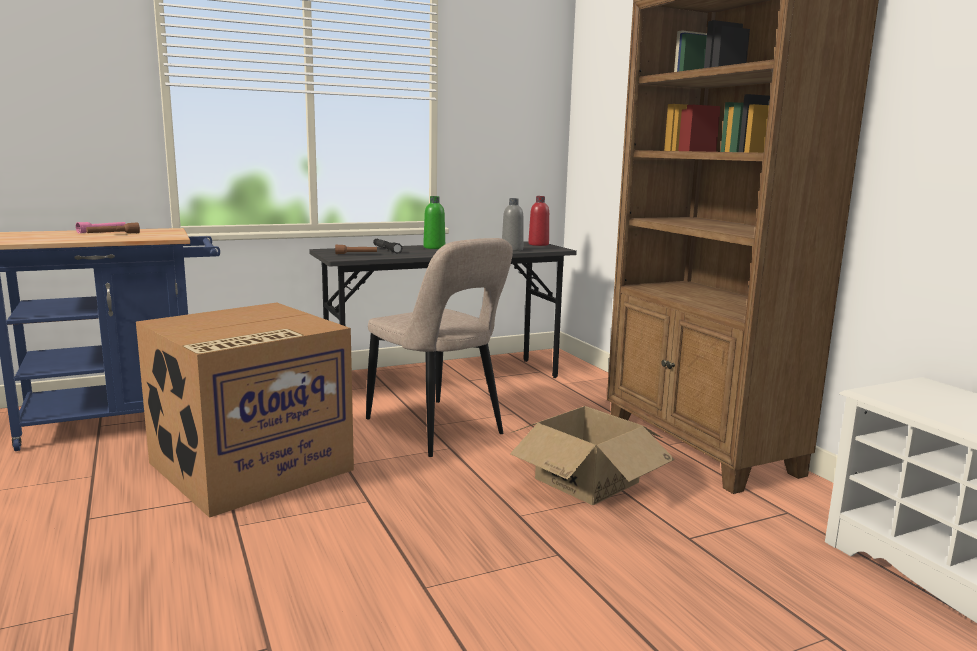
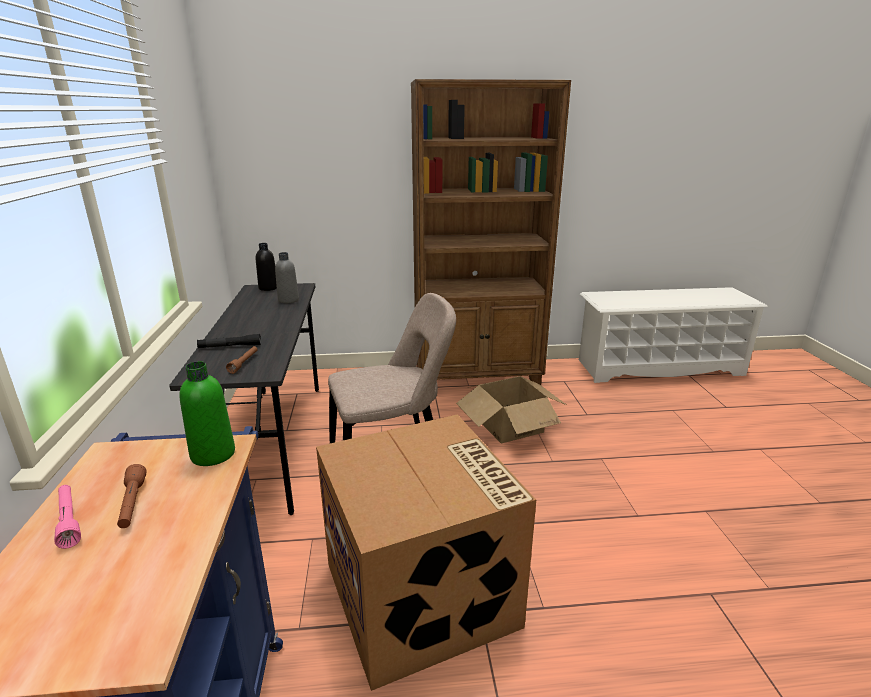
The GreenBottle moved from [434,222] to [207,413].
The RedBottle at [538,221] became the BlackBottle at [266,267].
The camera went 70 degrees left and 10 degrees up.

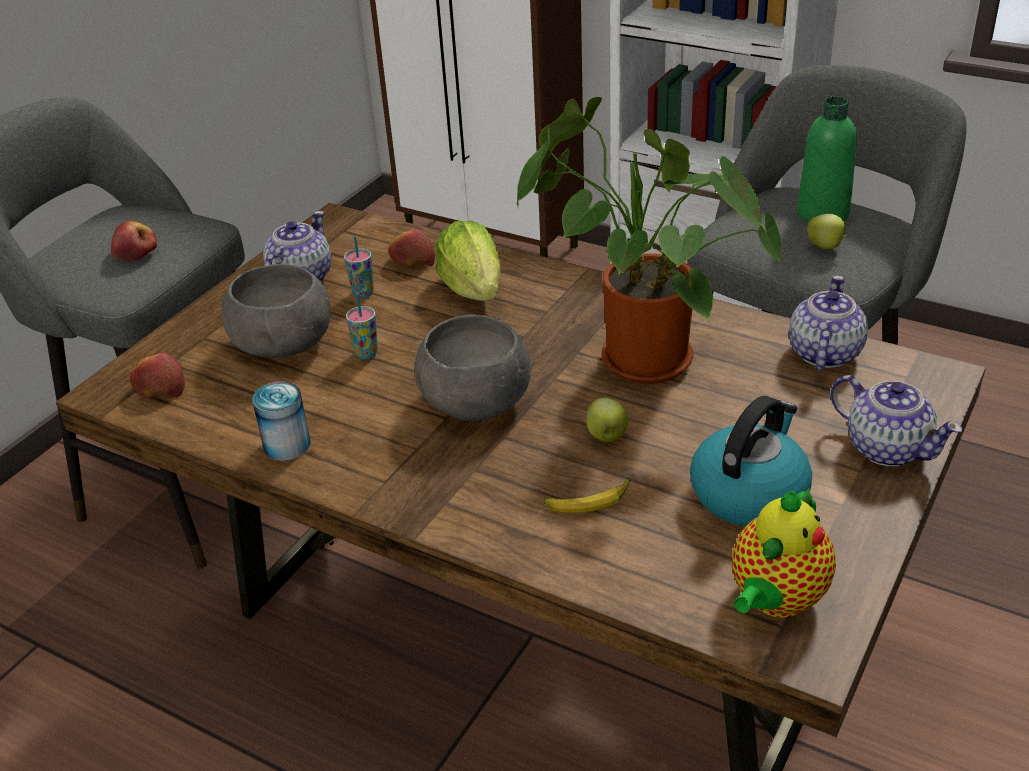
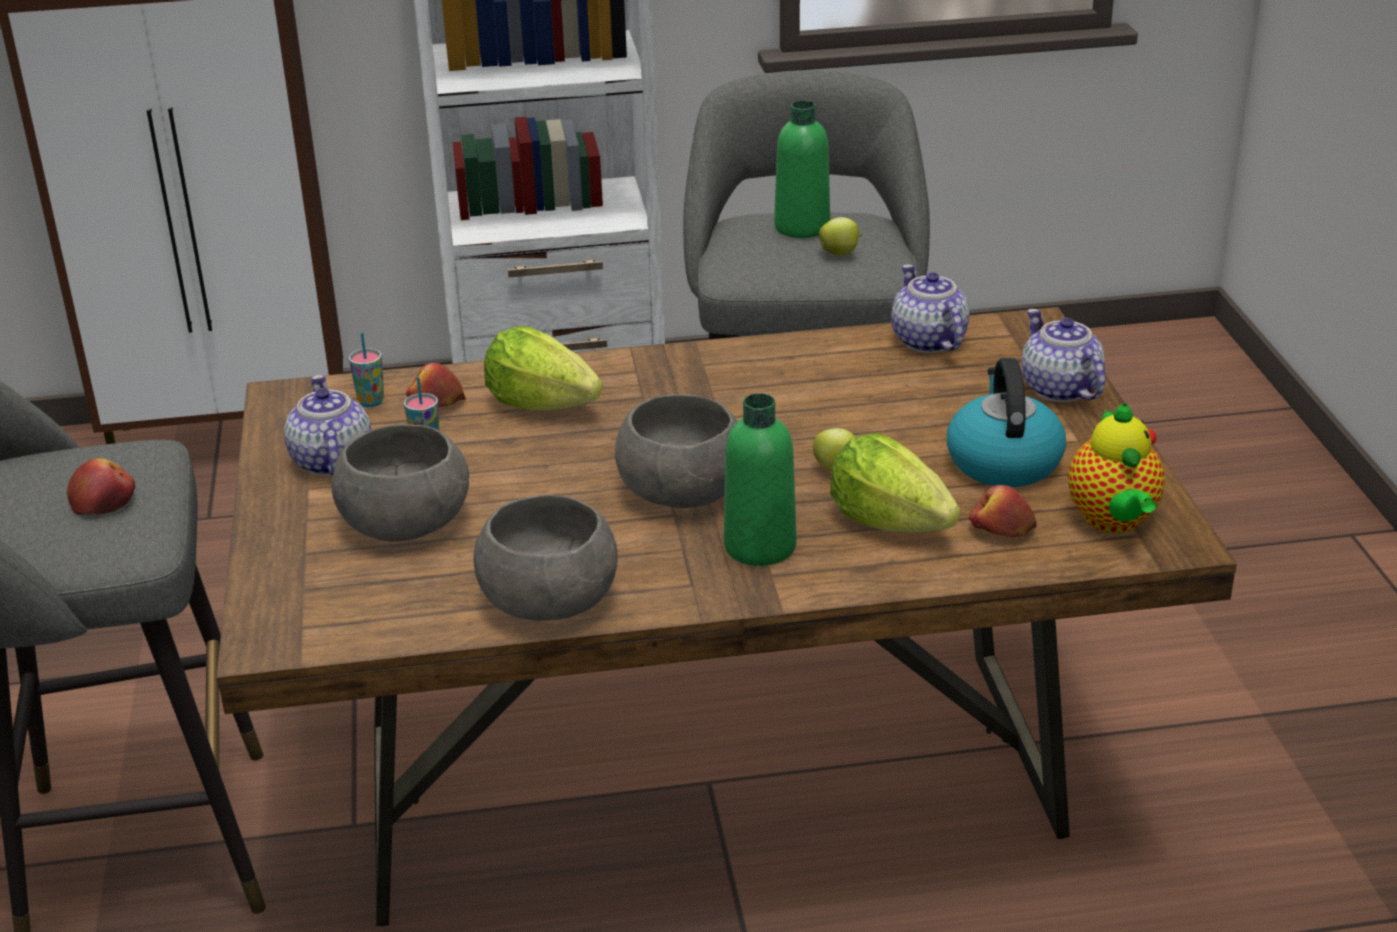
The Cup moved from [362,326] to [366,369].
The Can at [281,421] was replaced by the GreyBowl at [545,557].
The GreenBottle at [760,479] appeared.
The Banana at [587,495] was replaced by the Lettuce at [895,483].
The Apple moved from [157,375] to [1003,511].
The Teapot at [897,420] turned 120 degrees counterclockwise.
The PottedPlant at [649,240] disappeared.
The camera went 40 degrees left and 5 degrees down.

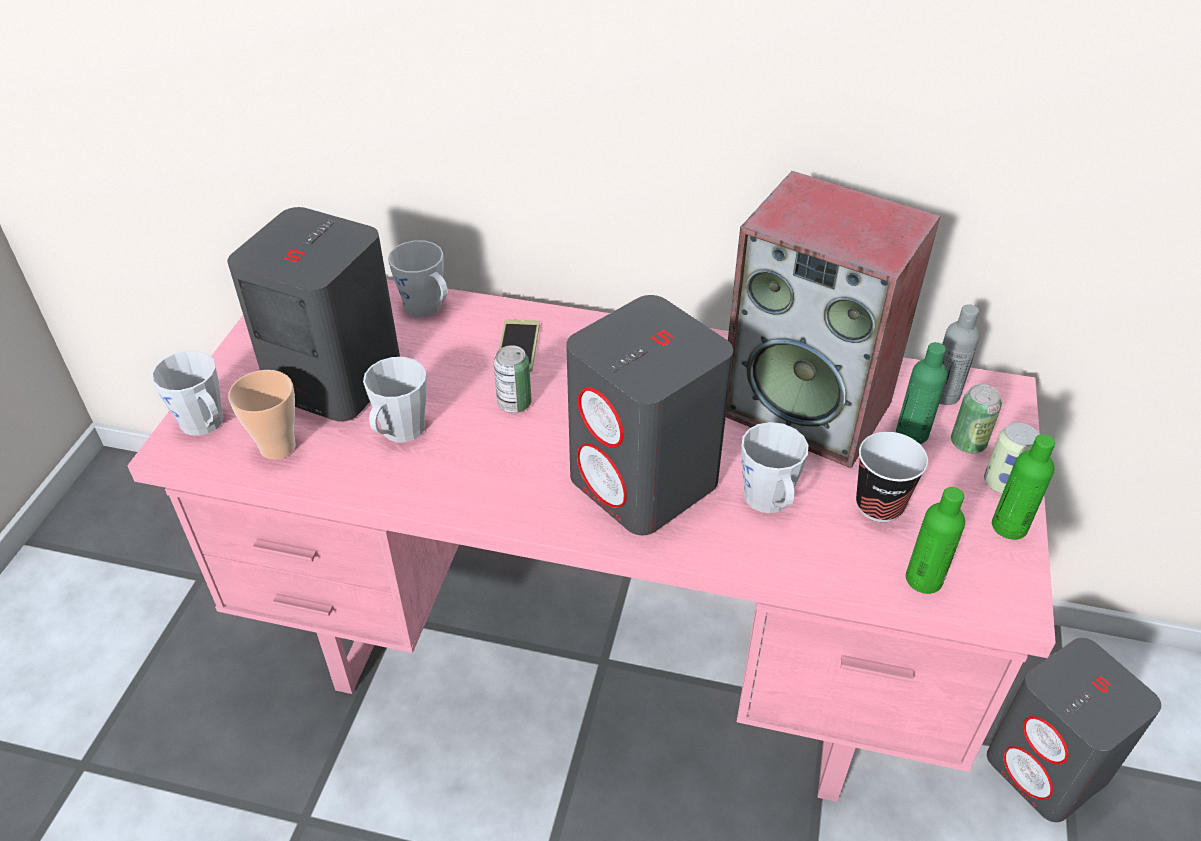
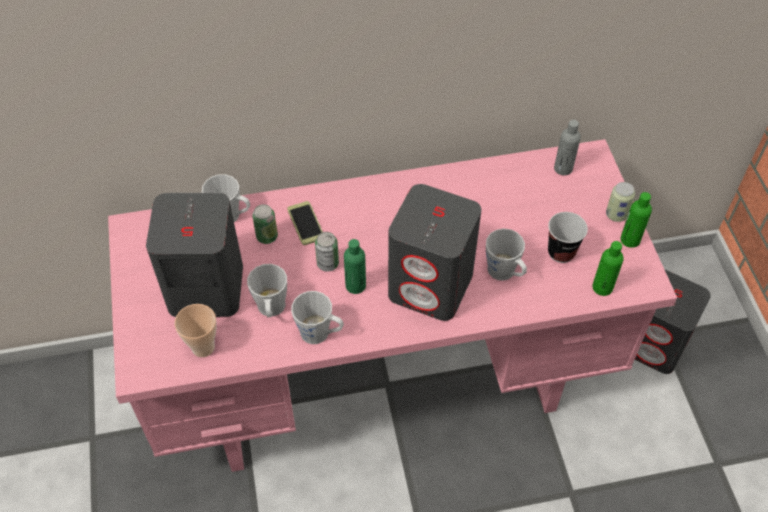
The Can moved from [976,418] to [265,224].
The GreyMug moved from [187,393] to [317,317].
The GreenBottle moved from [921,393] to [355,266].
The Speaker at [833,319] disappeared.
The camera went 25 degrees left and 10 degrees up.

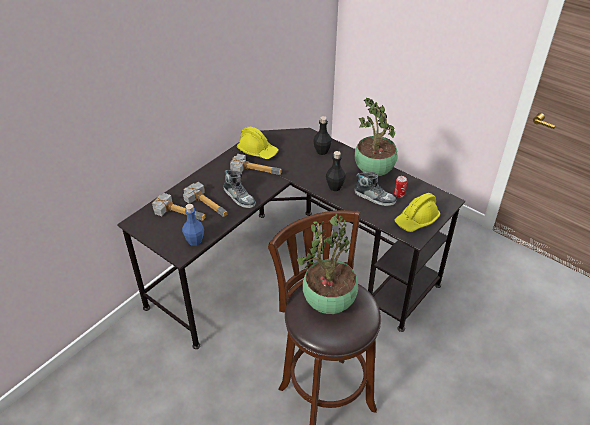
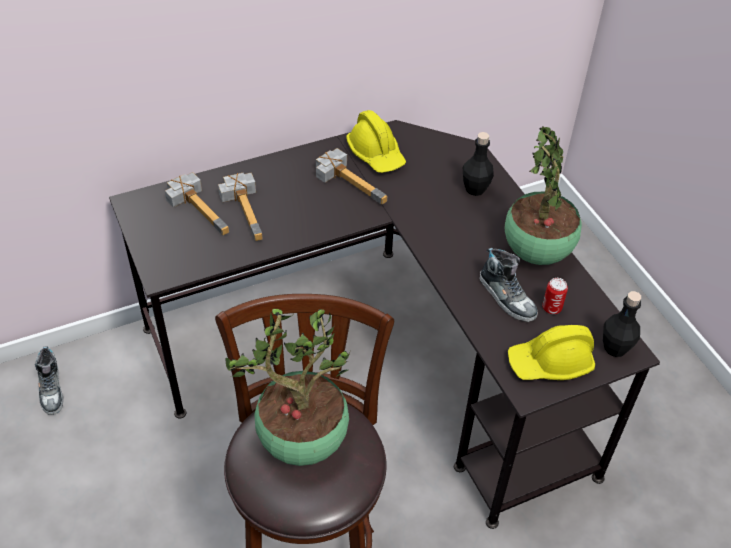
The Shoe moved from [239,189] to [49,380].
The BlackBottle moved from [336,171] to [622,324].
The BlueBottle at [193,225] disappeared.
The camera went 25 degrees right and 5 degrees up.

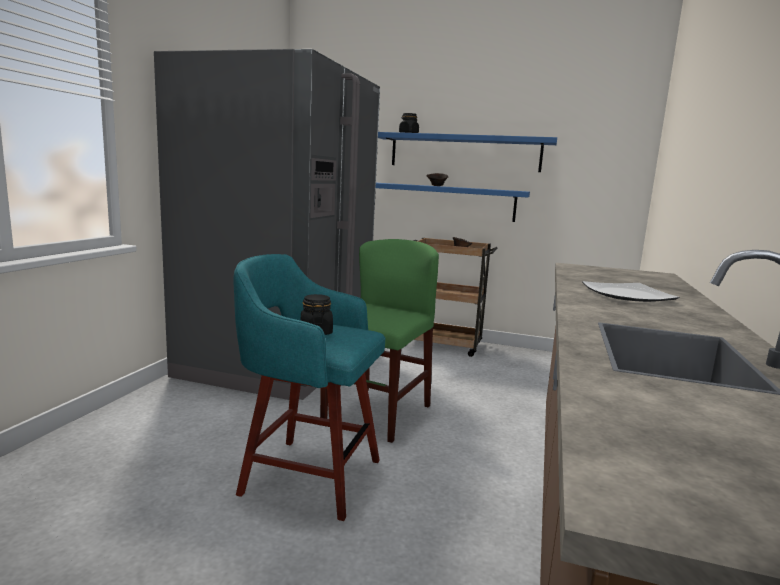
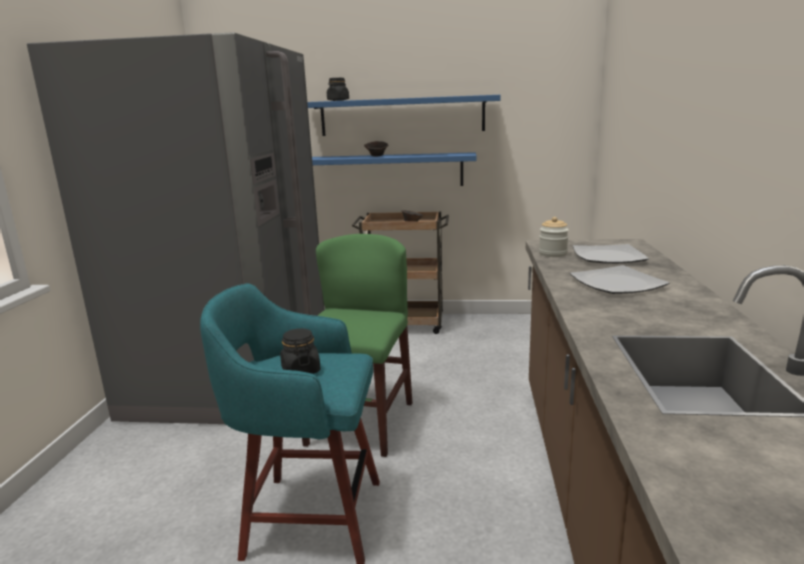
The Jar at [554,237] appeared.
The Plate at [611,254] appeared.
The camera went 10 degrees left and 5 degrees up.

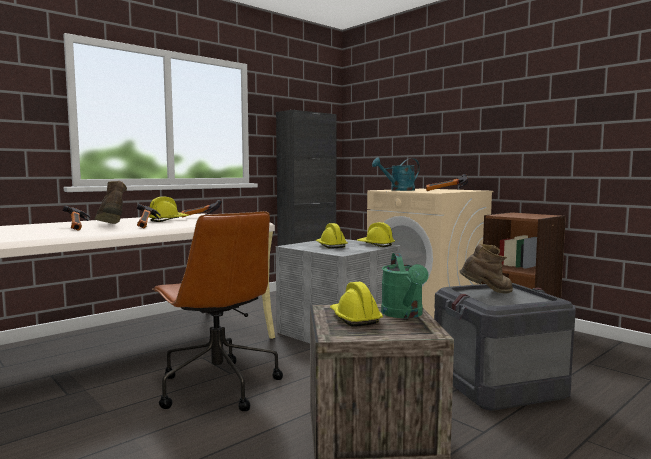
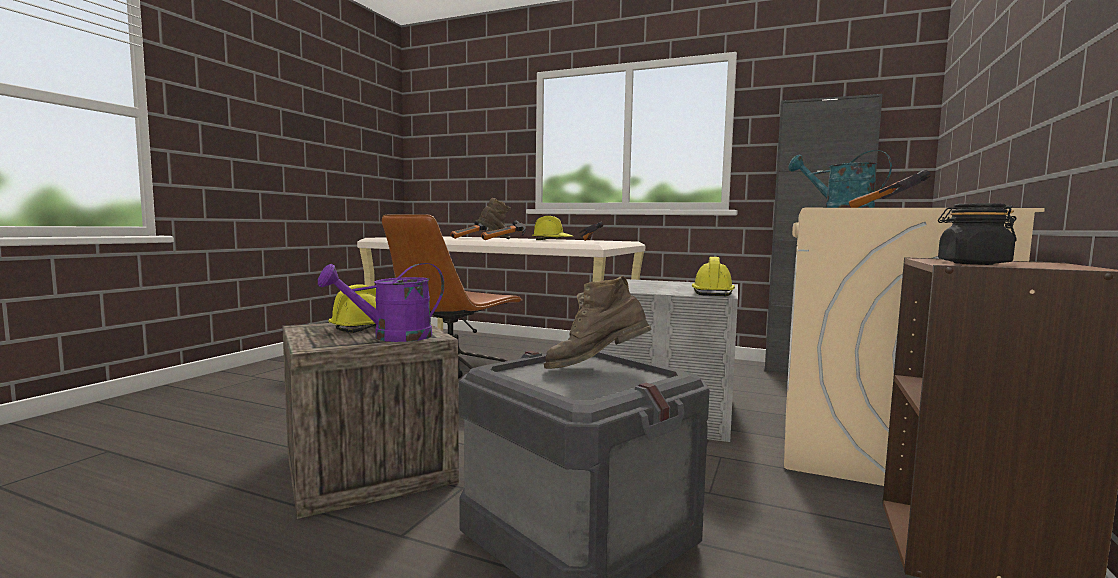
The GreenWateringCan at [405,285] became the PurpleWateringCan at [381,302].
The BrownBoot at [486,269] turned 120 degrees clockwise.
The BlackJar at [977,234] appeared.
The YellowHardHat at [332,236] disappeared.
The camera went 65 degrees right and 0 degrees up.

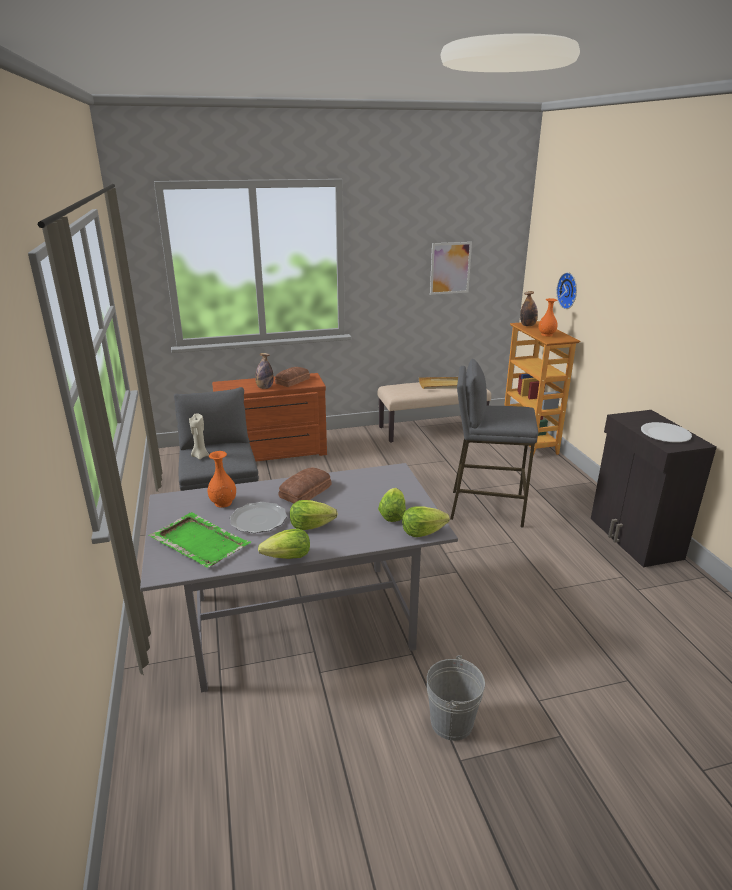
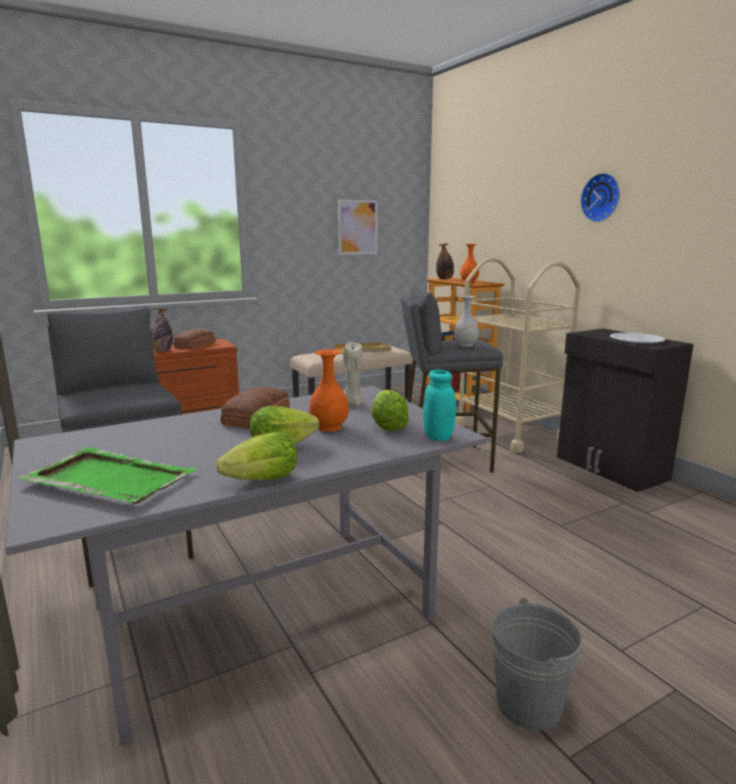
The OrangeVase moved from [222,479] to [329,390].
The BeigeCandle moved from [199,436] to [353,374].
The Lettuce at [426,521] was replaced by the TurquoiseJar at [439,405].
The WhiteVase at [466,321] appeared.
The BeigeCart at [517,355] appeared.
The WallClock moved from [567,290] to [600,197].
The Plate at [258,517] disappeared.
The camera went 15 degrees left and 10 degrees down.

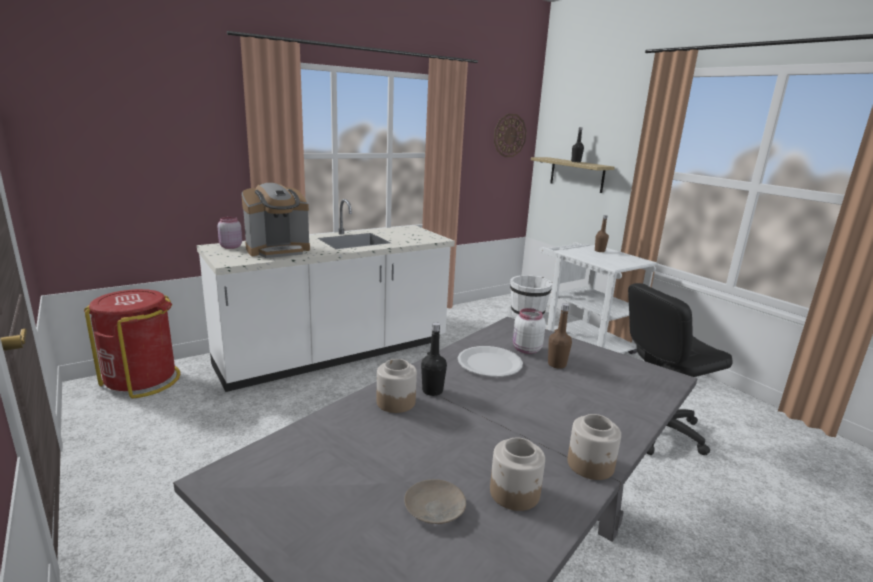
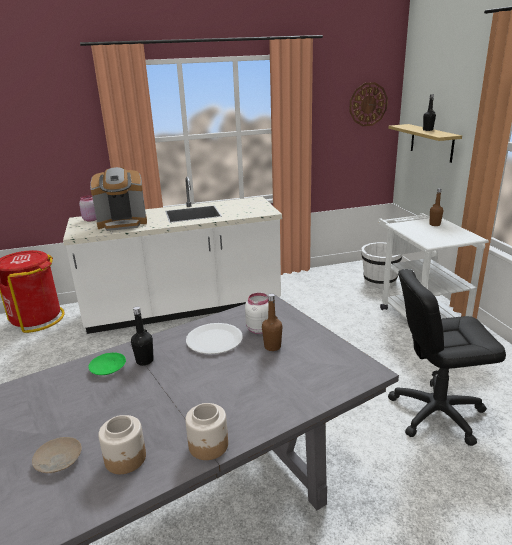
The Jar at [397,386] was replaced by the GreenPlate at [107,364].
The camera went 20 degrees right and 5 degrees up.

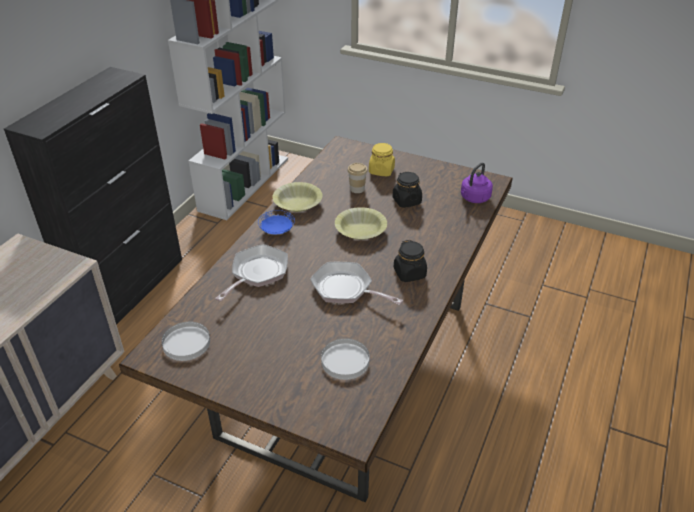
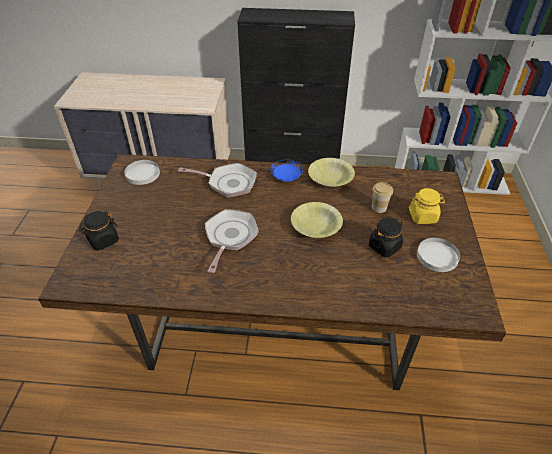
The BlackJar moved from [410,261] to [99,231].
The WhitePlate moved from [345,359] to [438,255].
The PurpleKettle at [477,182] disappeared.
The camera went 70 degrees right and 5 degrees up.

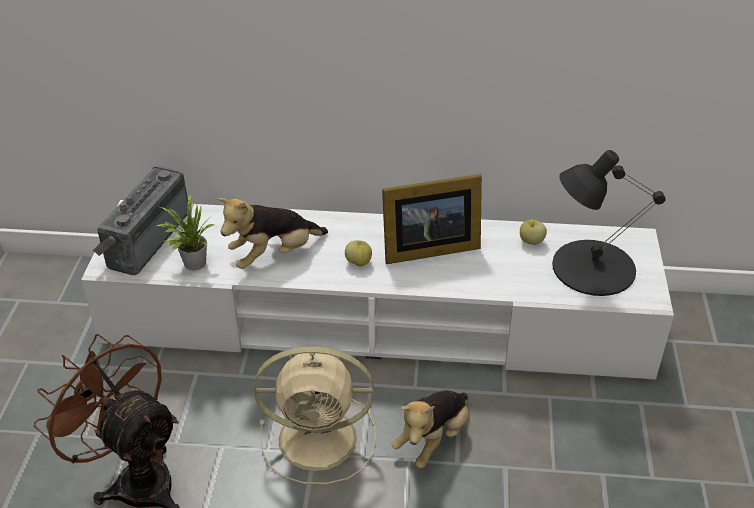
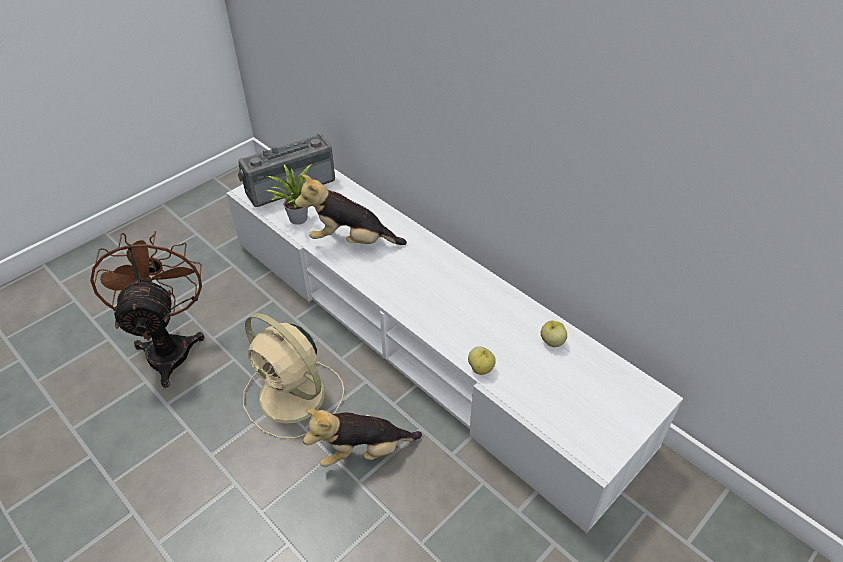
The Apple moved from [358,253] to [482,360].
The PictureFrame at [432,219] disappeared.
The BlackTableLamp at [609,223] disappeared.
The camera went 40 degrees right and 5 degrees up.

